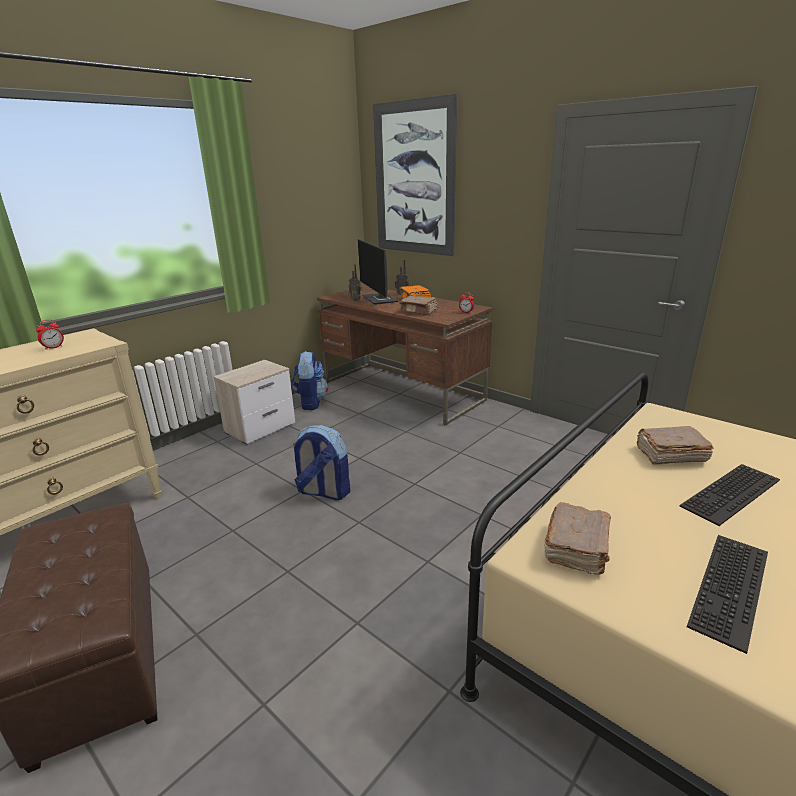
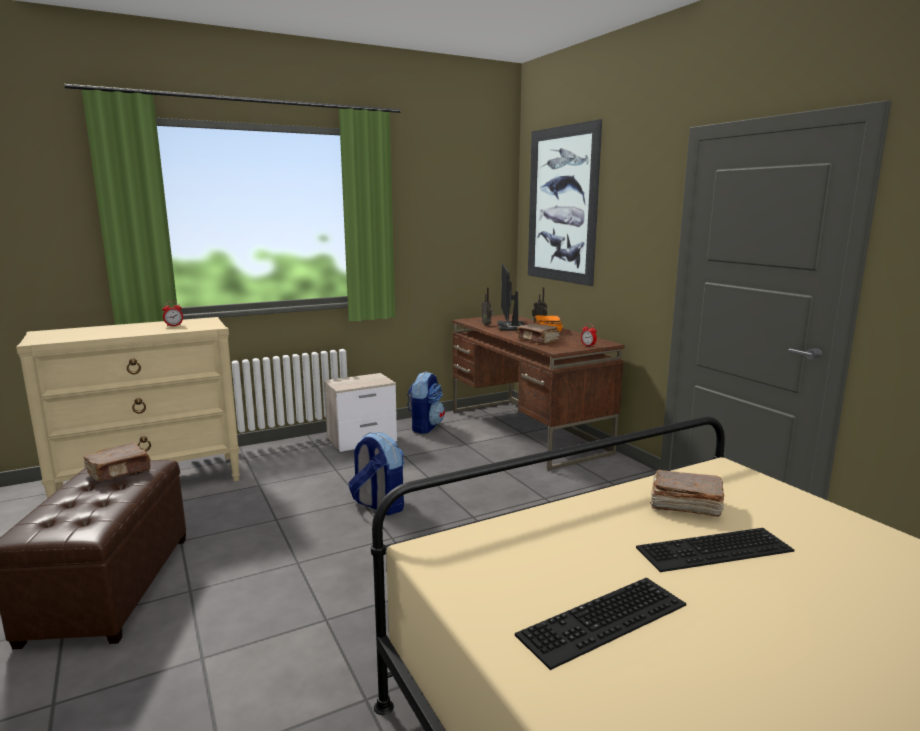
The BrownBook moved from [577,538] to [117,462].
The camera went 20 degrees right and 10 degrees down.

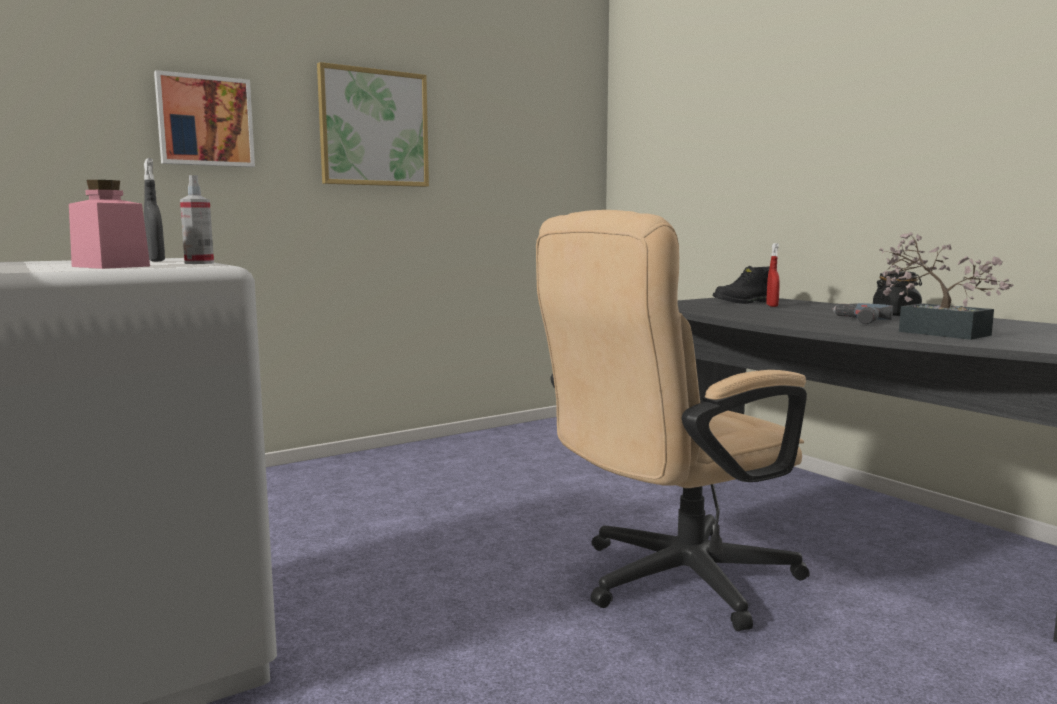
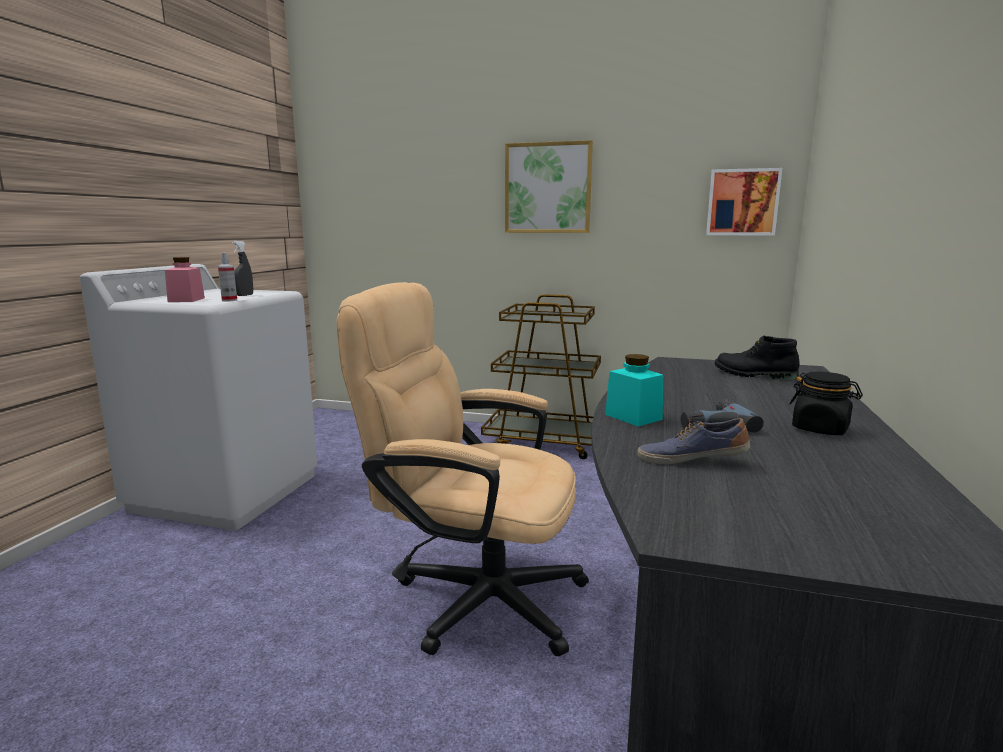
The BrownCart at [541,376] appeared.
The TurquoiseJar at [634,390] appeared.
The PottedPlant at [946,286] was replaced by the Shoe at [693,441].
The Picture moved from [204,118] to [744,202].
The RedSprayBottle at [773,275] disappeared.
The camera went 50 degrees right and 5 degrees up.

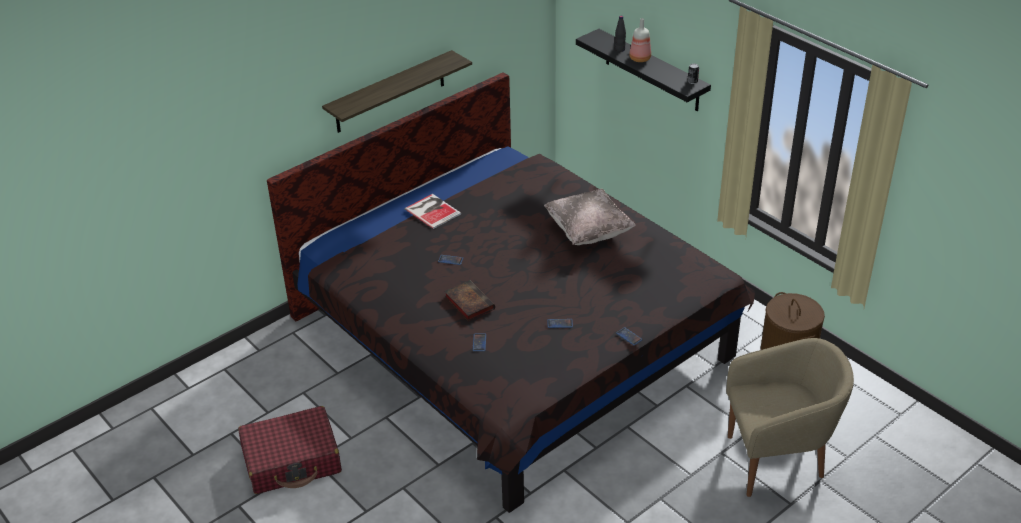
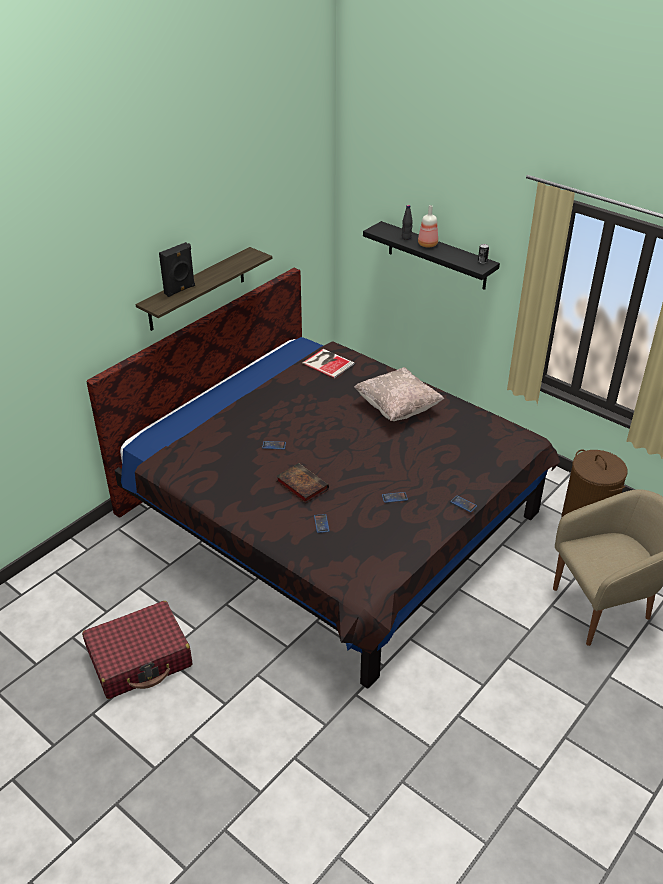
The BlackSpeaker at [177,269] appeared.
The Book moved from [433,211] to [328,363].
The camera went 10 degrees left and 0 degrees up.

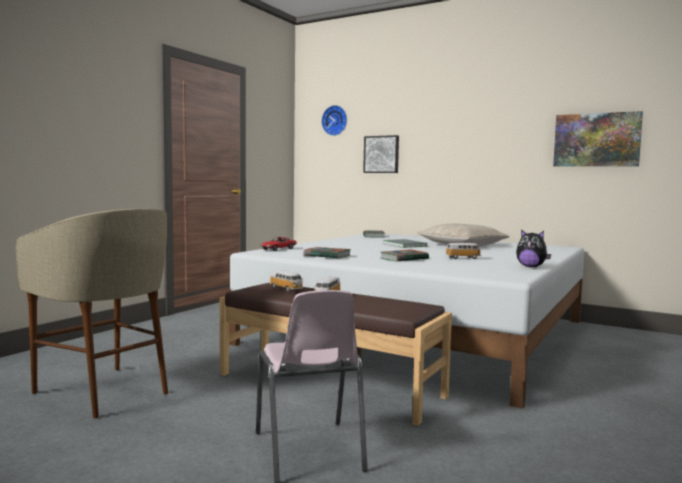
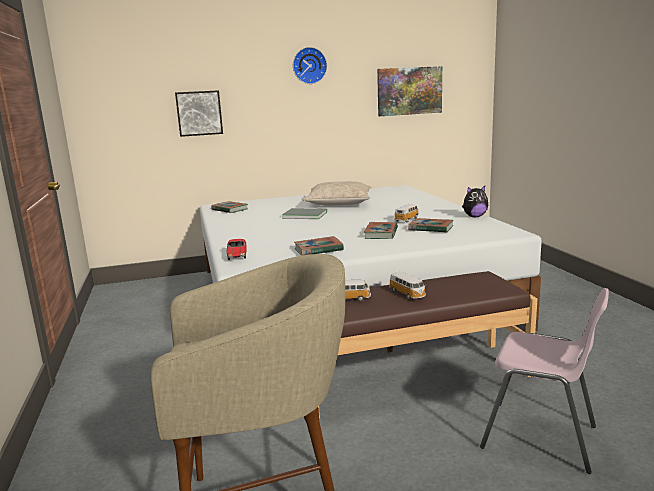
The WallClock moved from [334,120] to [310,65].
The Book at [430,225] appeared.
The camera went 45 degrees left and 10 degrees up.

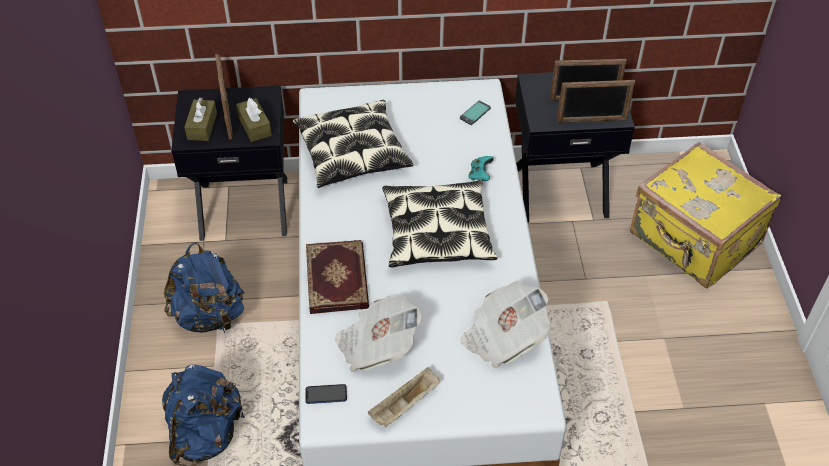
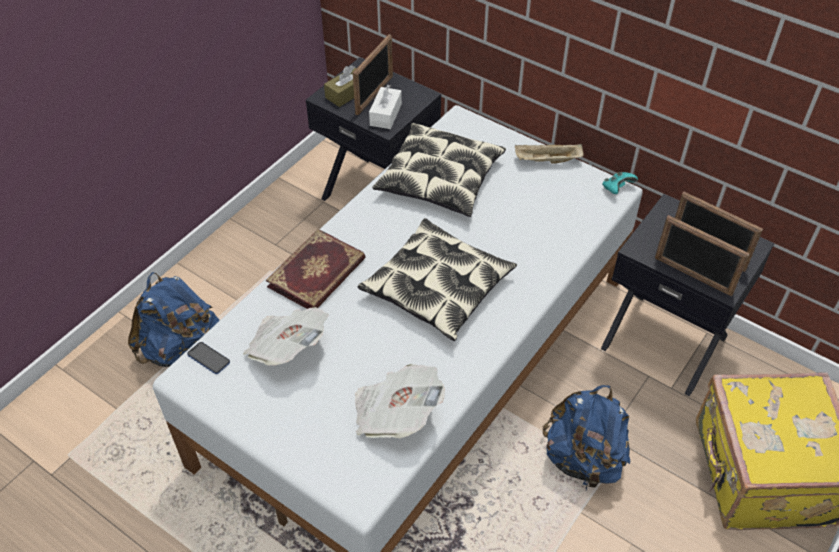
The BrownTissueBox at [254,120] became the WhiteTissueBox at [385,107].
The BeigeTray moved from [404,397] to [549,154].
The BlueBackpack moved from [204,287] to [586,437].
The TurquoiseGameController moved from [481,168] to [620,183].
The Phone at [475,112] disappeared.
The camera went 40 degrees right and 0 degrees up.

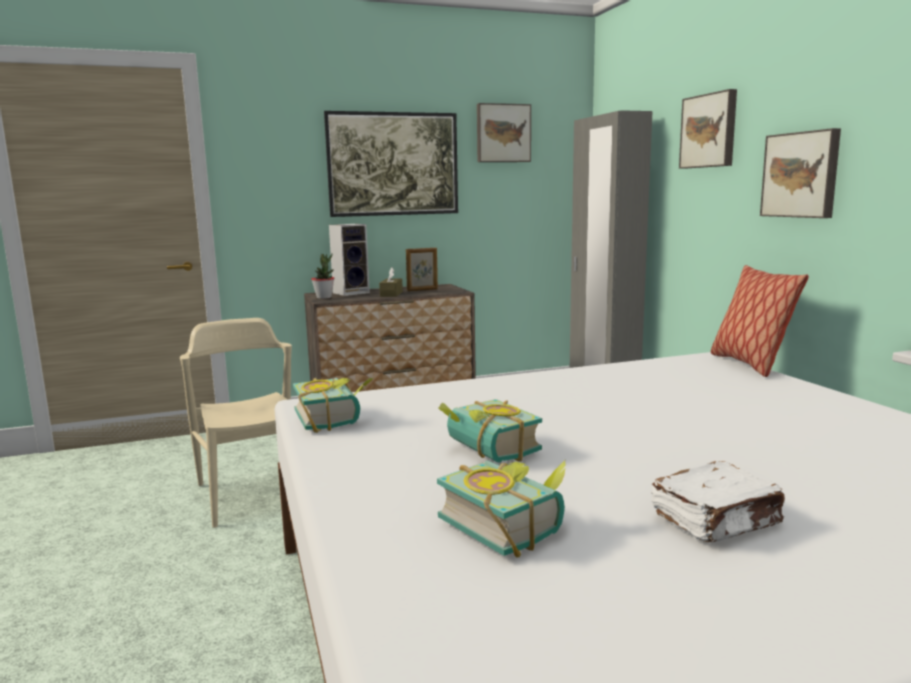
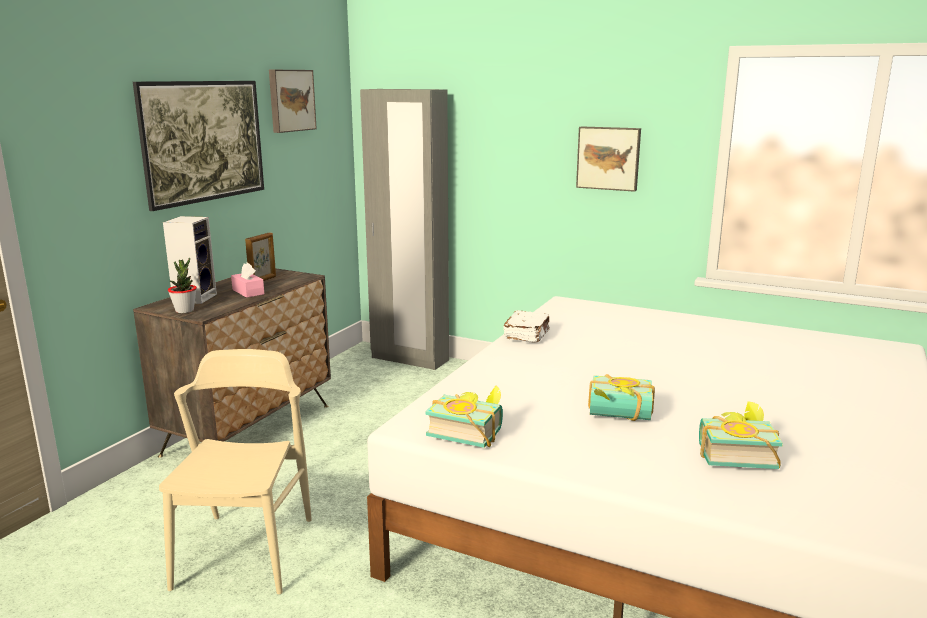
The BeigeChair at [236,423] turned 75 degrees clockwise.
The BrownTissueBox at [391,282] became the PinkTissueBox at [247,280].
The WhiteBook moved from [718,501] to [526,326].
The Picture at [708,129] disappeared.
The Pillow at [760,321] disappeared.
The camera went 45 degrees left and 5 degrees up.

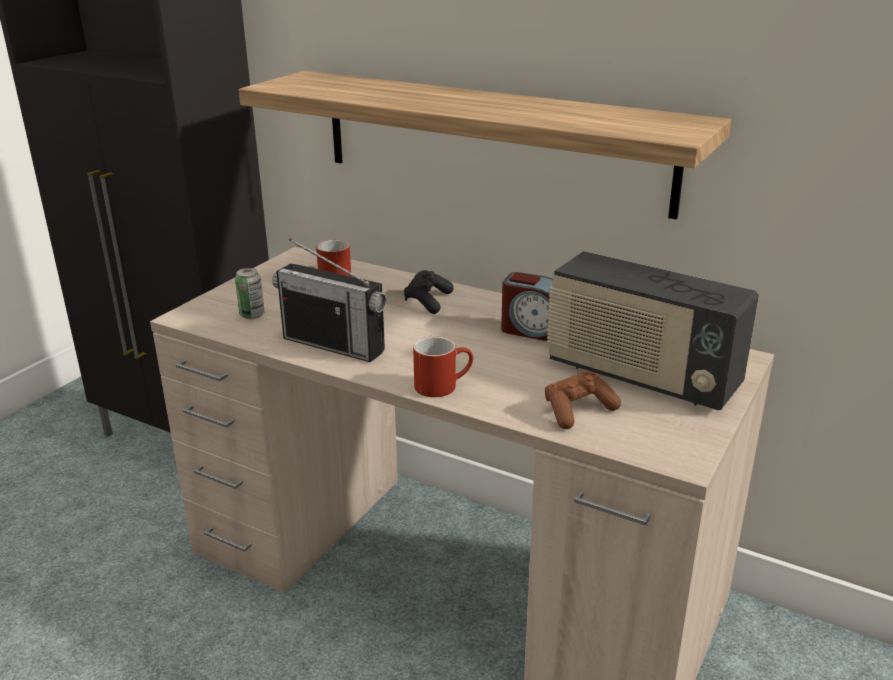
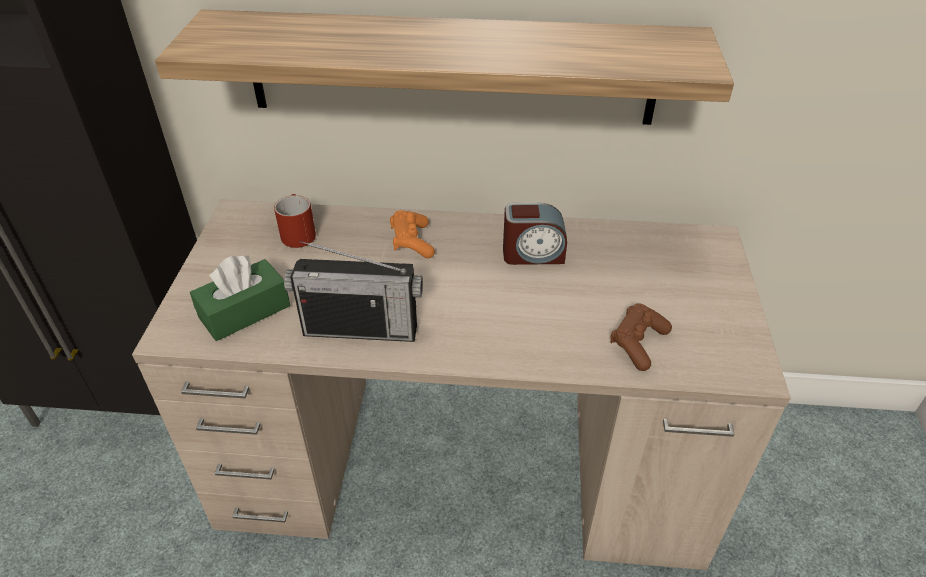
The Can at [249,293] was replaced by the GreenTissueBox at [240,298].
The BlackGameController at [429,292] became the OrangeGameController at [412,234].
The RedMug at [443,366] disappeared.
The Radio at [653,330] disappeared.
The camera went 25 degrees left and 15 degrees up.

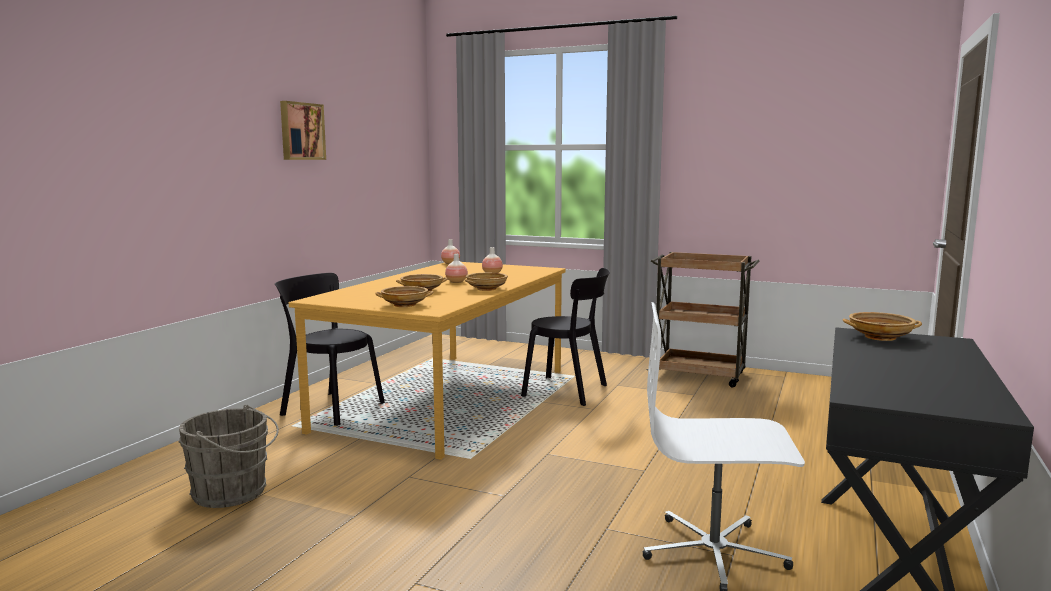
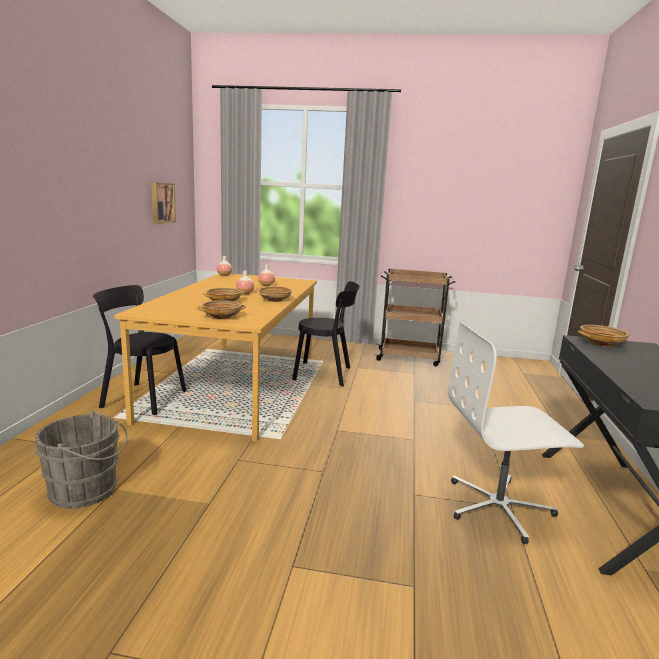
The Picture moved from [303,130] to [163,203].
The camera went 15 degrees left and 5 degrees up.

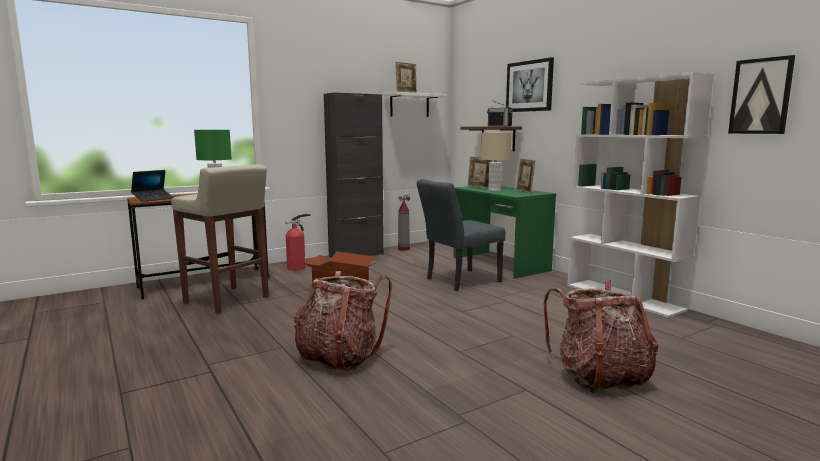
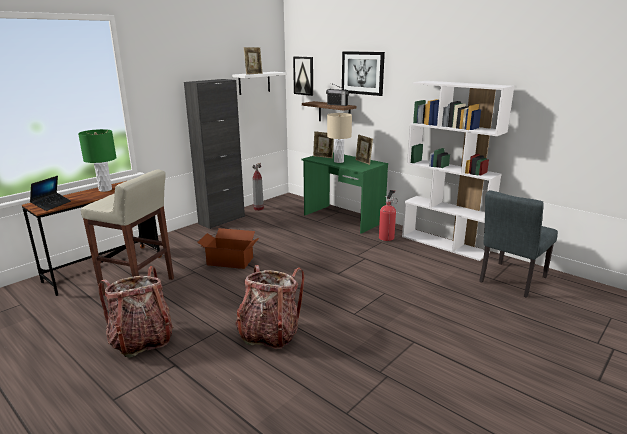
The Backpack moved from [600,336] to [136,312].
The Picture moved from [761,94] to [303,76].
The FireExtinguisher moved from [297,242] to [388,215].
The GreyChair moved from [461,235] to [518,244].
The camera went 15 degrees left and 10 degrees up.

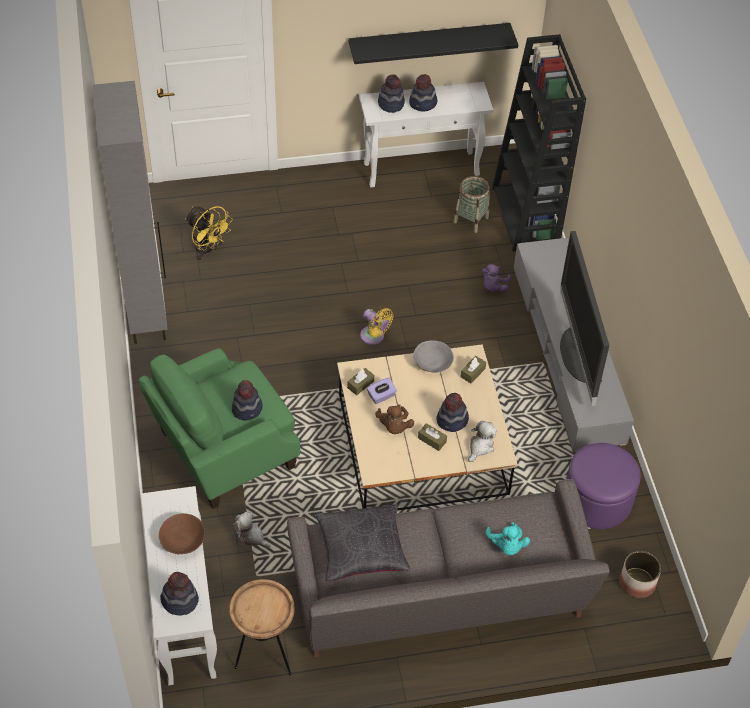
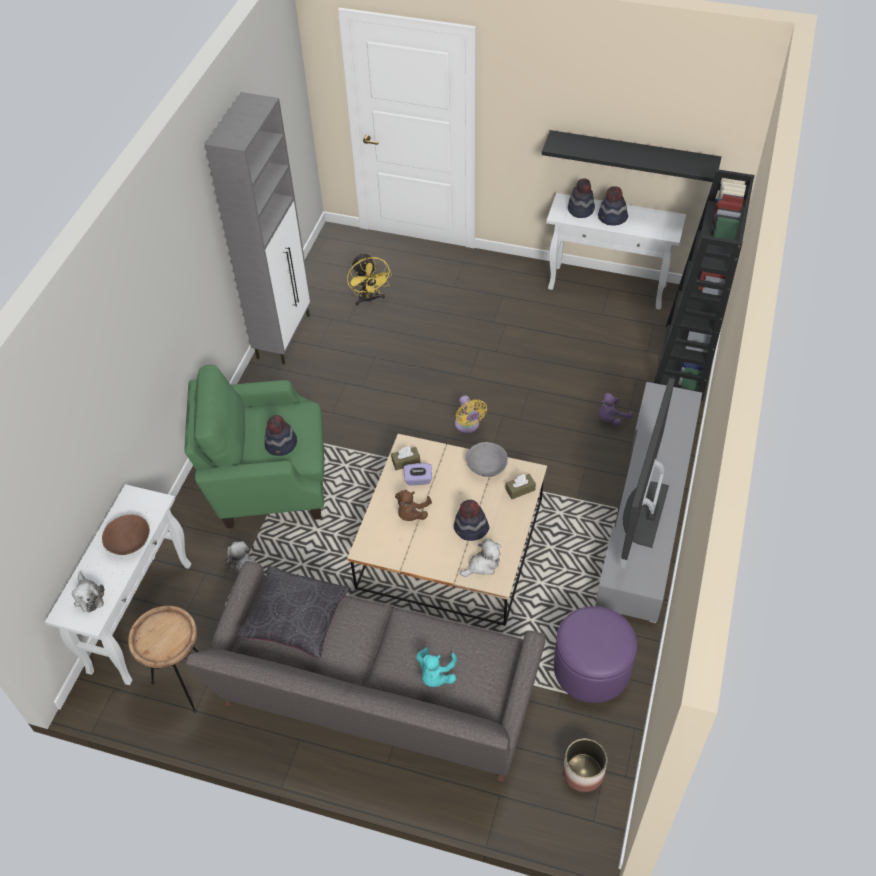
The Hat at [179,593] was replaced by the PlushToy at [88,592].
The BrownTissueBox at [432,437] disappeared.
The Basket at [471,204] disappeared.
The camera went 30 degrees right and 0 degrees up.

